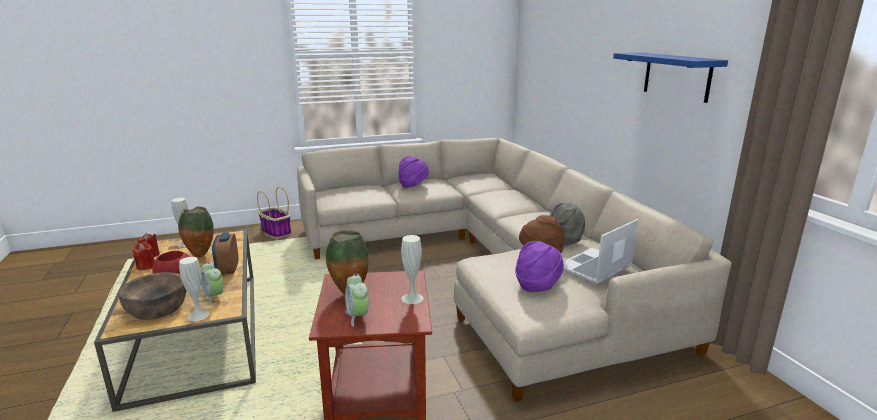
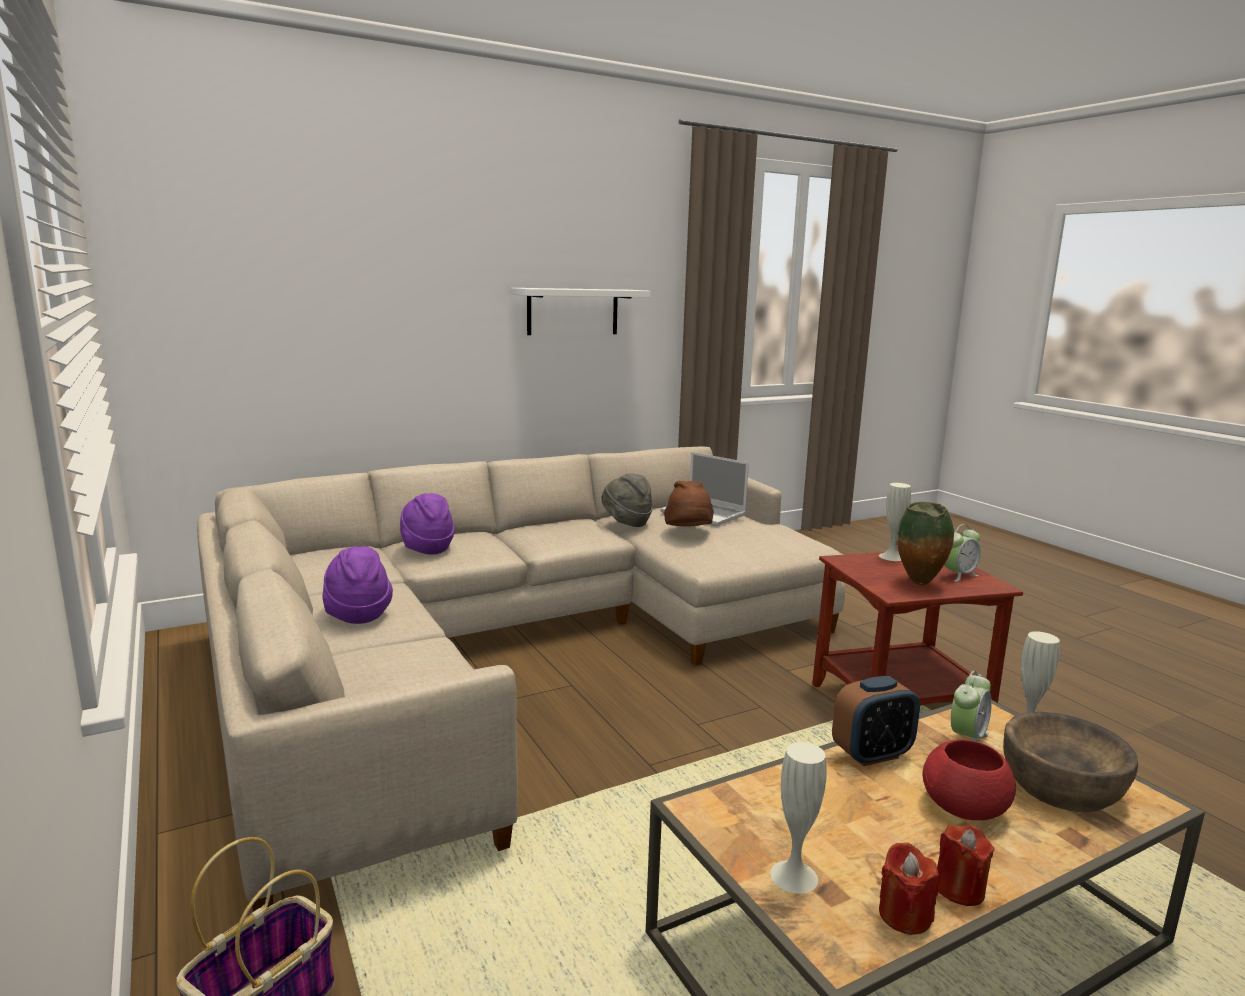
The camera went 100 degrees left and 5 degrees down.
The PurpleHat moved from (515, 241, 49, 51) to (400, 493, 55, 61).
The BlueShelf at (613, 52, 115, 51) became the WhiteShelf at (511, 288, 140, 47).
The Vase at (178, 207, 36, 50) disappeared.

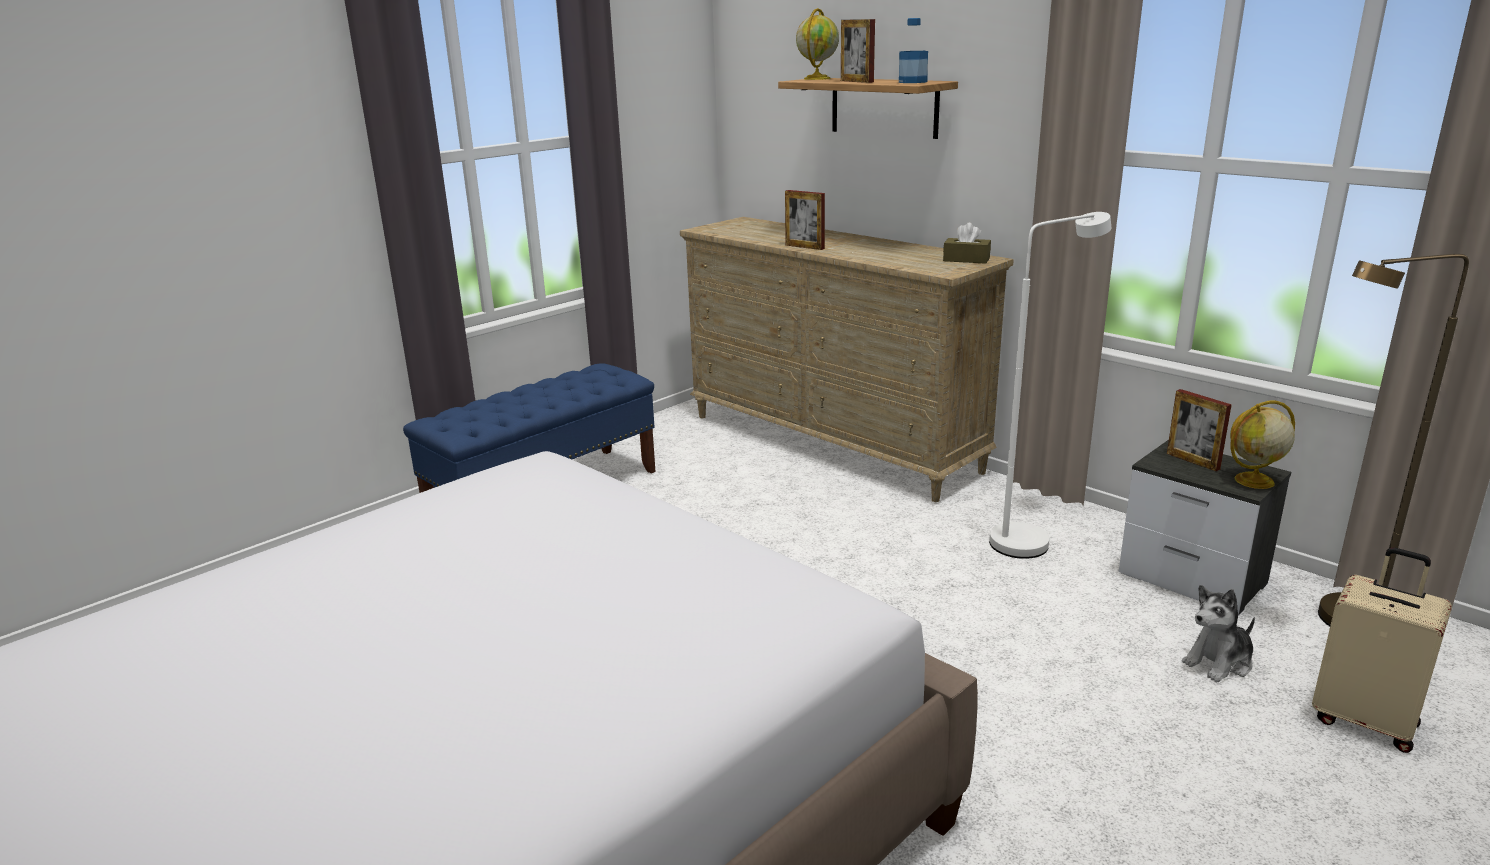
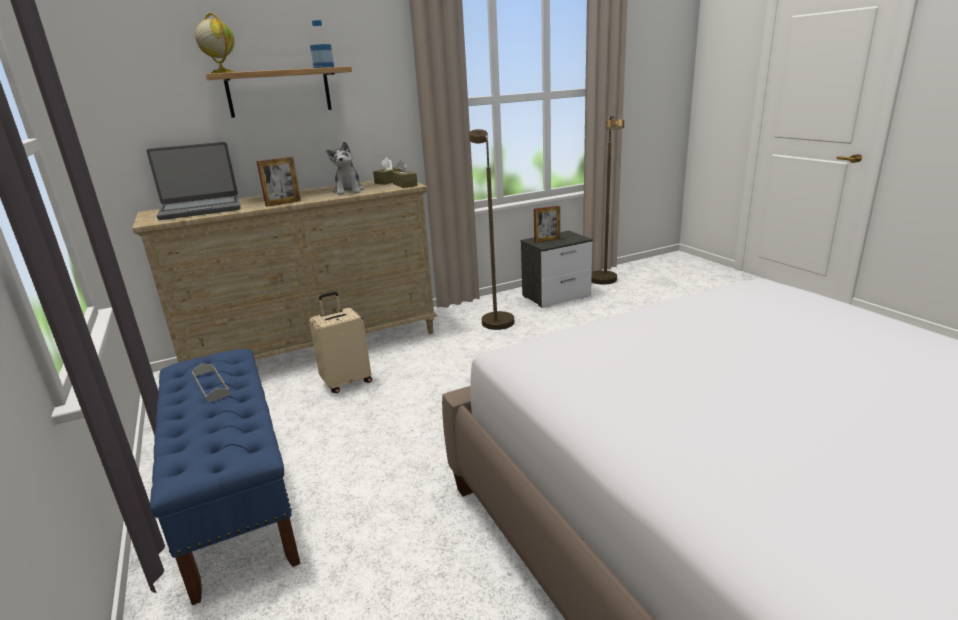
The camera went 70 degrees left and 0 degrees up.
The Laptop at (147, 142, 94, 78) appeared.
The GreyTray at (192, 364, 38, 39) appeared.
The BeigeSuitcase moved from (1312, 547, 140, 206) to (309, 292, 63, 101).
The PlushToy moved from (1182, 585, 73, 97) to (326, 141, 38, 54).
The BrownTissueBox at (392, 160, 26, 28) appeared.
The WhiteFloorLamp at (989, 212, 122, 347) became the BrownFloorLamp at (469, 129, 45, 201).
The PictureFrame at (841, 19, 34, 64) disappeared.
The Globe at (1230, 401, 65, 88) disappeared.

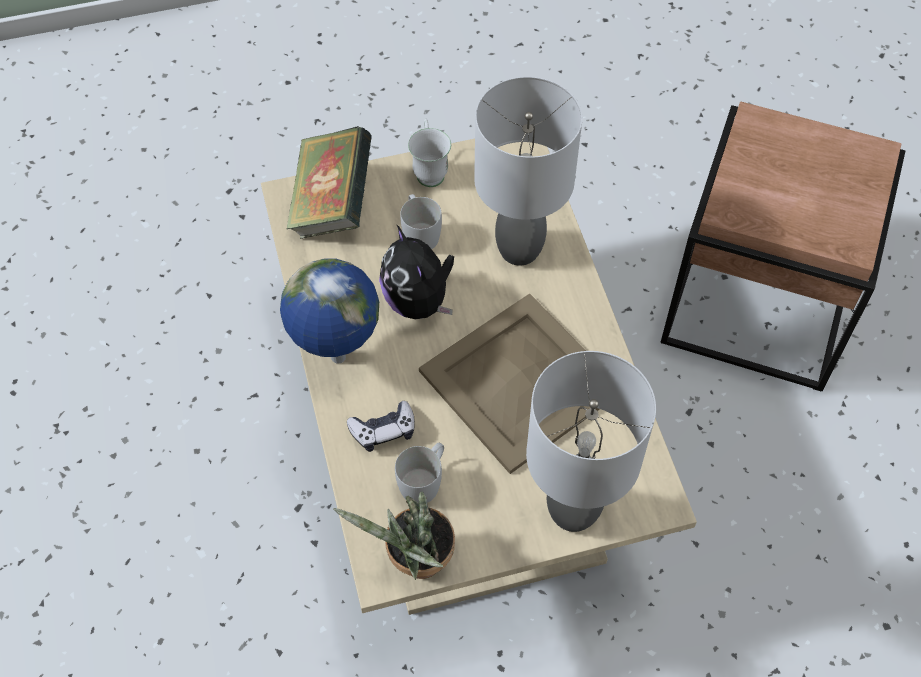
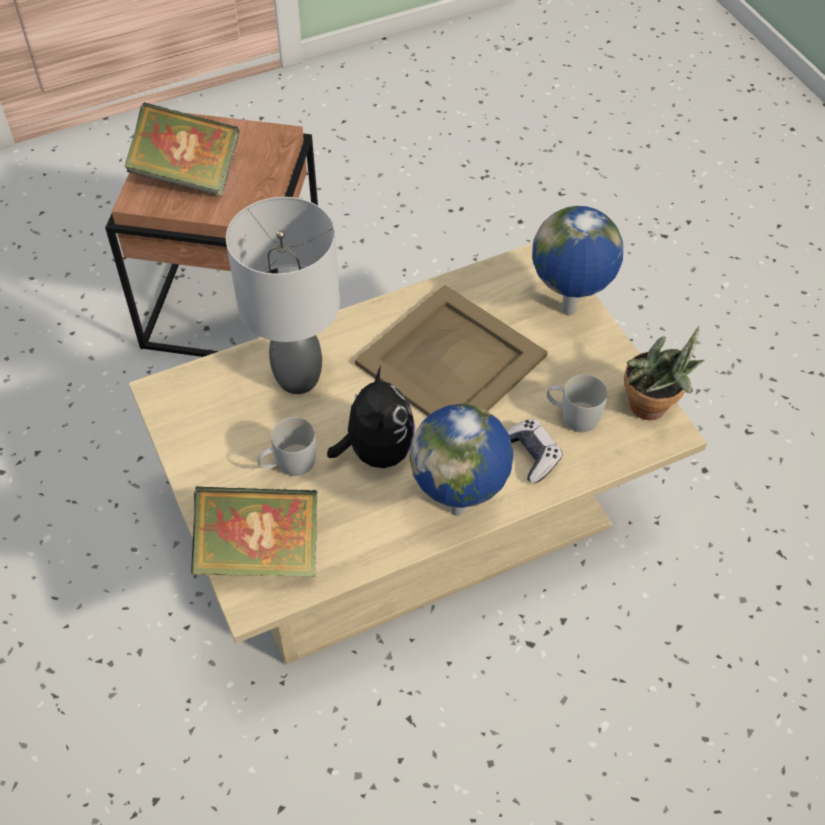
The camera went 100 degrees left and 5 degrees down.
The Book at (124, 102, 116, 95) appeared.
The PlushToy at (379, 224, 75, 95) turned 60 degrees counterclockwise.
The GreyTableLamp at (526, 351, 130, 181) was replaced by the Globe at (532, 206, 91, 109).
The WhiteMug at (408, 119, 43, 68) disappeared.

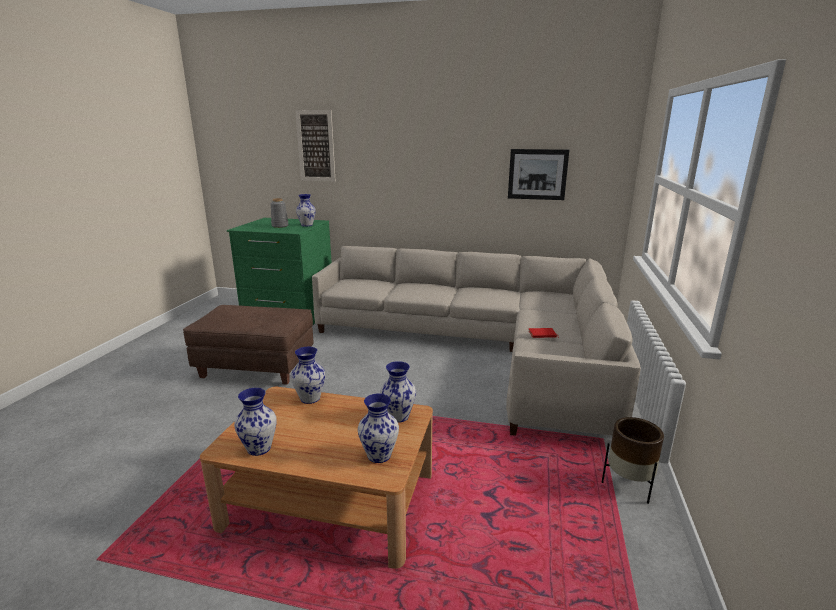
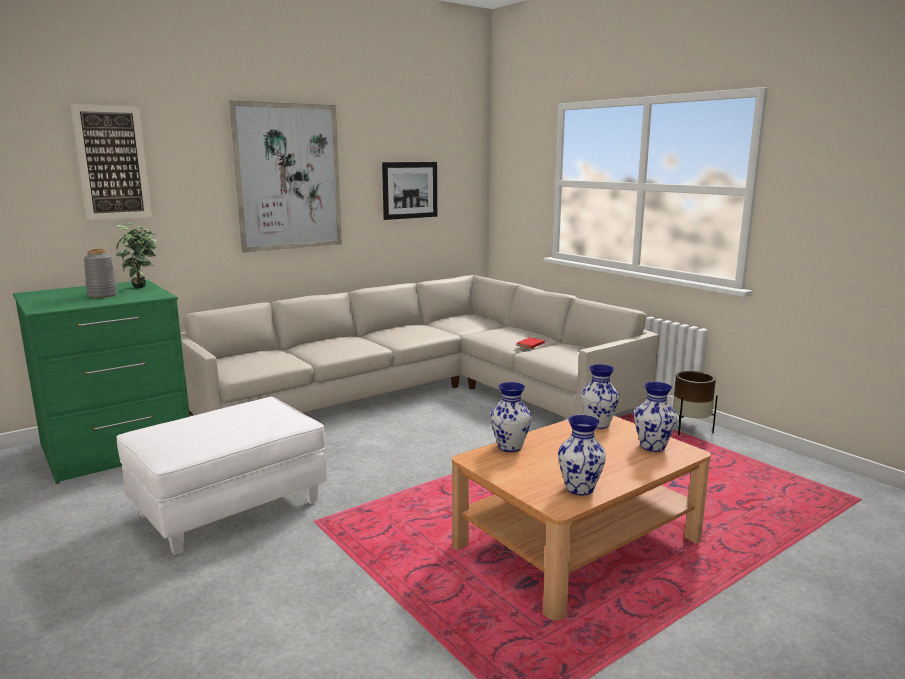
The camera went 50 degrees left and 5 degrees down.
The Vase at (296, 194, 20, 32) was replaced by the PottedPlant at (116, 223, 41, 65).
The BrownOttoman at (183, 305, 130, 80) became the WhiteOttoman at (116, 397, 211, 158).
The Picture at (229, 100, 113, 153) appeared.

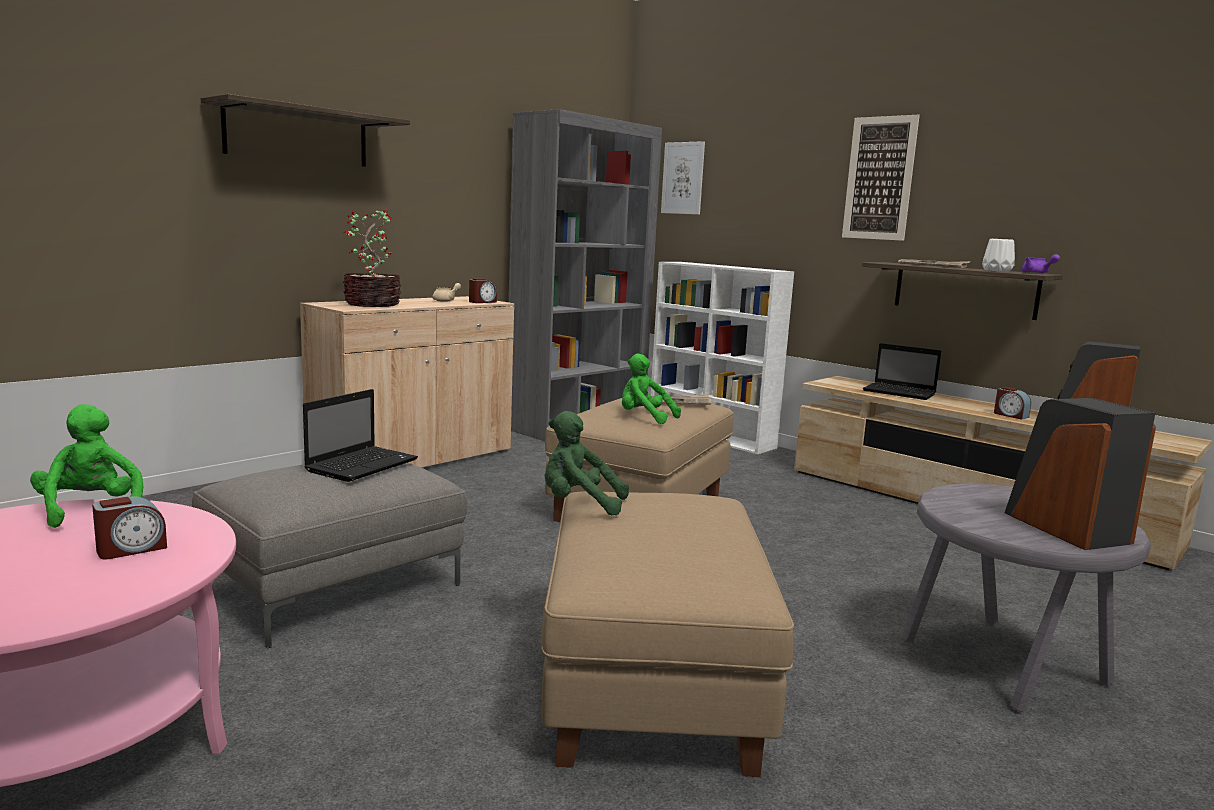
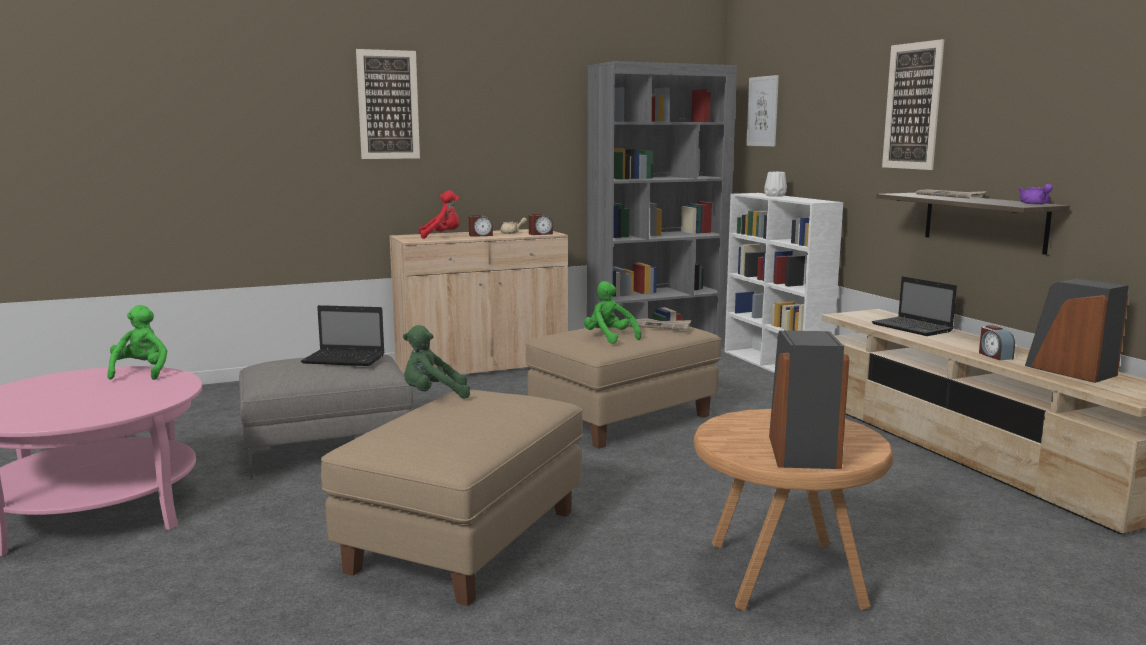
The camera went 25 degrees right and 0 degrees up.
The Laptop at (303, 389, 115, 93) turned 45 degrees clockwise.
The Shelf at (201, 94, 209, 73) was replaced by the Picture at (356, 49, 64, 110).
The GreenPlushToy at (545, 411, 84, 104) turned 45 degrees counterclockwise.
The PottedPlant at (343, 209, 58, 98) was replaced by the RedPlushToy at (419, 190, 41, 49).
The AlarmClock moved from (92, 496, 75, 63) to (469, 215, 24, 22).
The GreySideTable at (901, 484, 250, 228) became the BrownSideTable at (694, 409, 199, 202).
The WhiteVase moved from (982, 239, 33, 33) to (764, 172, 23, 25).

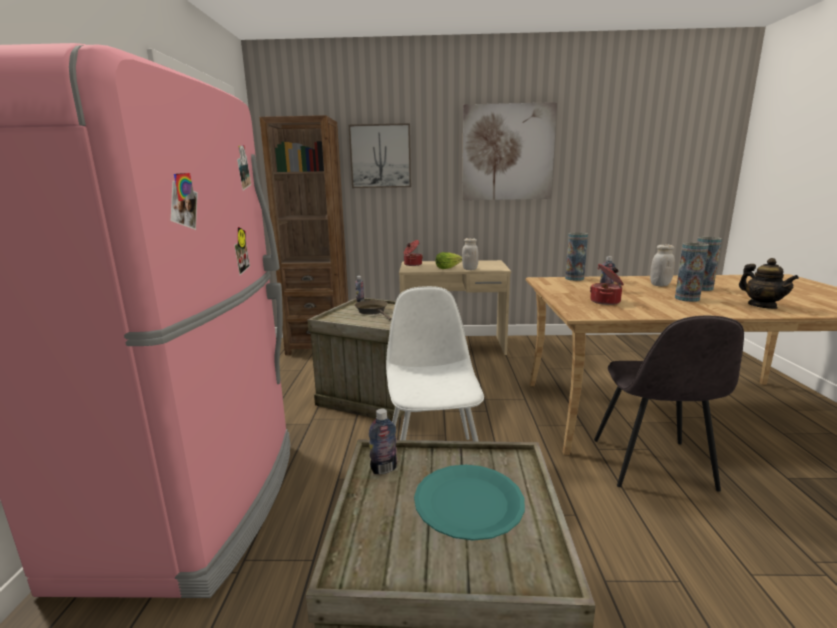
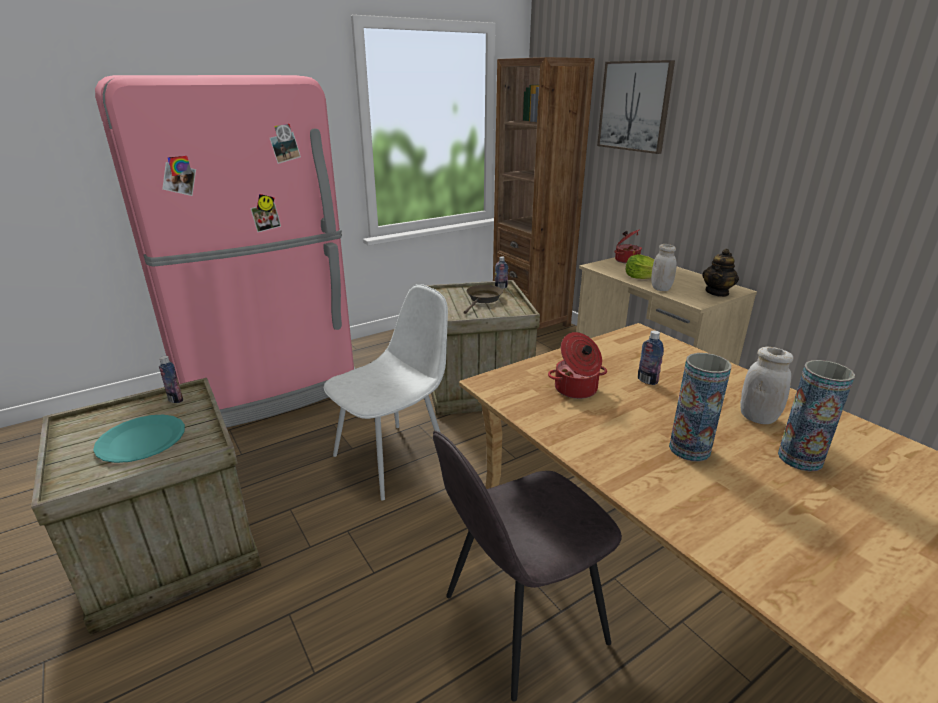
The camera went 55 degrees right and 10 degrees up.
The Teapot moved from (739, 258, 60, 51) to (702, 248, 37, 49).
The Picture at (462, 102, 95, 98) disappeared.
The Vase at (565, 233, 23, 48) disappeared.

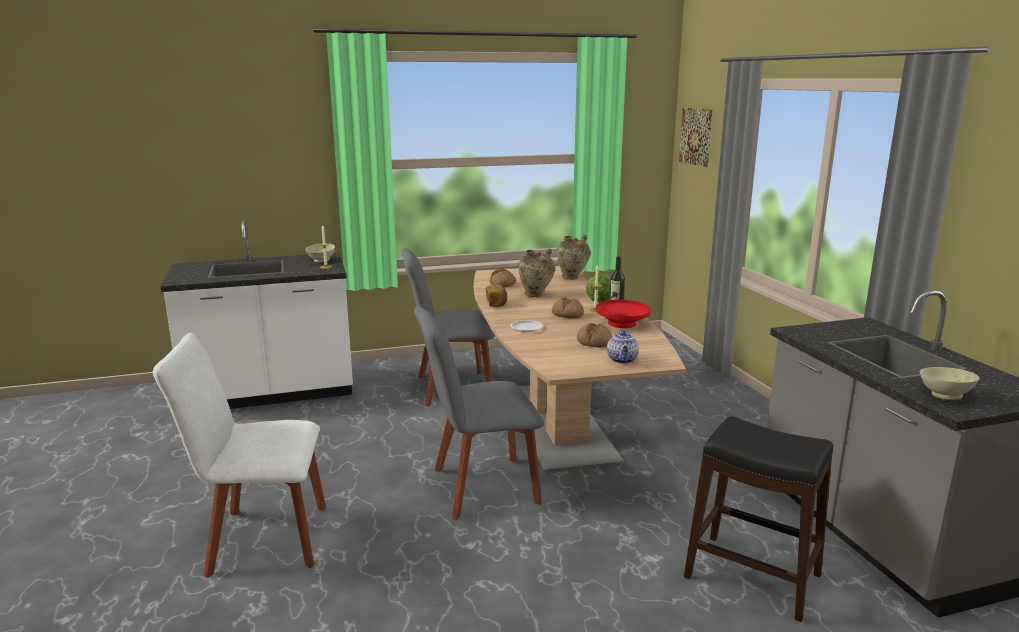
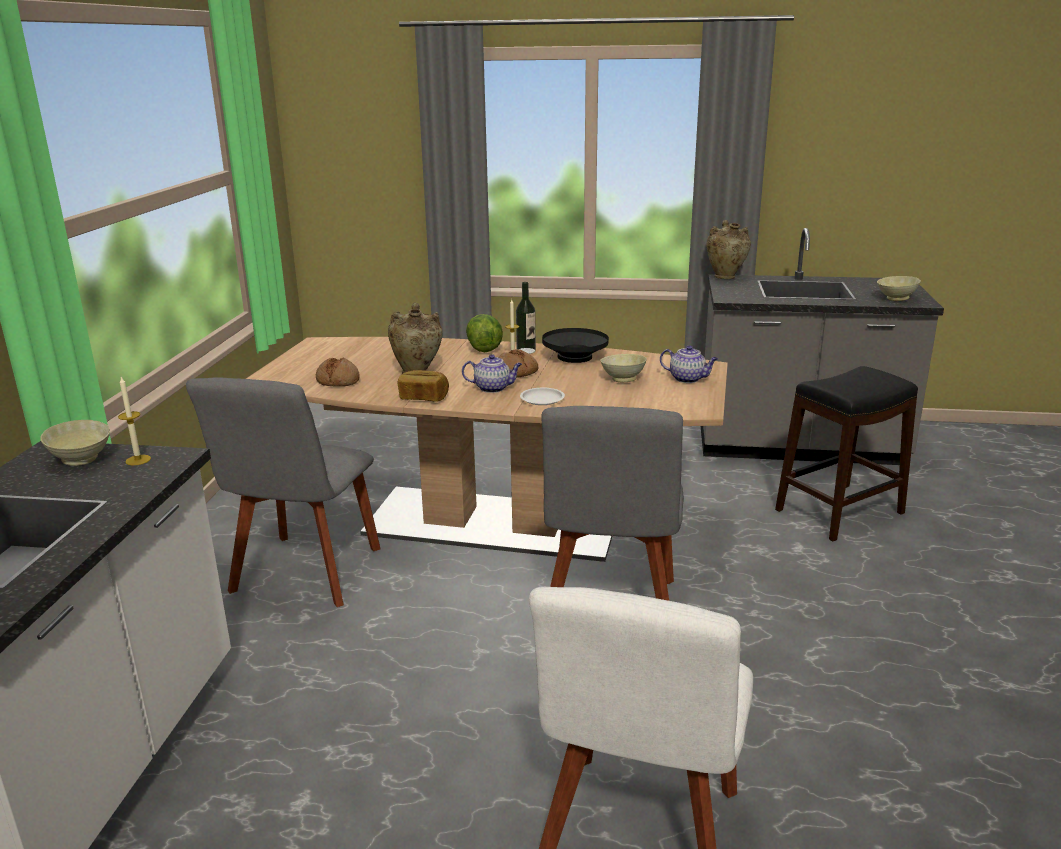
The camera went 65 degrees left and 5 degrees up.
The Teapot at (462, 354, 60, 39) appeared.
The RedBowl at (596, 299, 55, 29) became the BlackBowl at (542, 328, 67, 35).
The Bread at (577, 323, 35, 25) was replaced by the BeigeBowl at (600, 354, 47, 28).
The BeigeVase moved from (556, 235, 35, 45) to (707, 220, 44, 59).
The Picture at (679, 108, 33, 59) disappeared.

